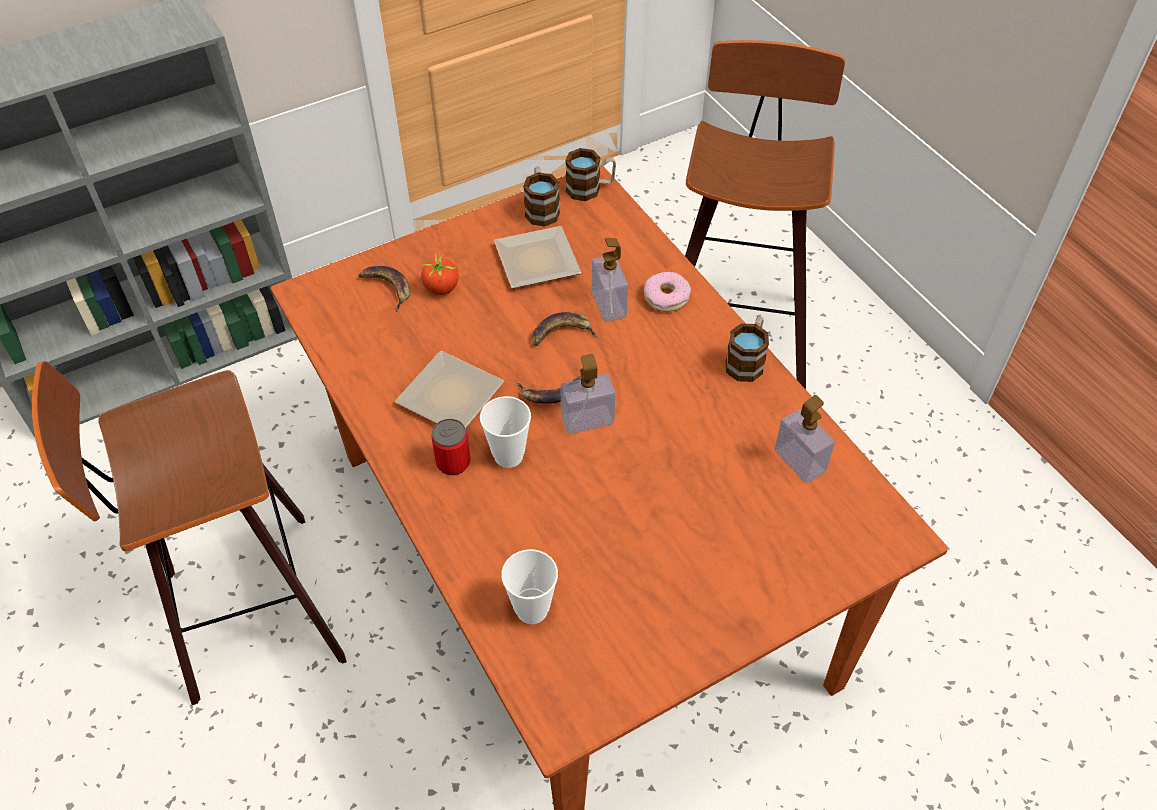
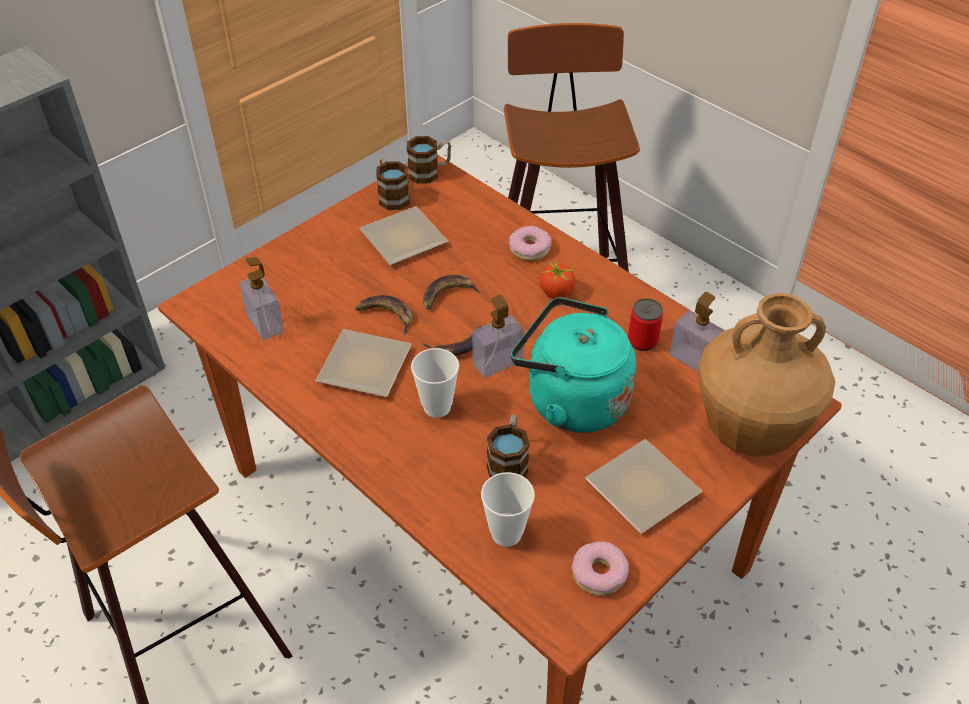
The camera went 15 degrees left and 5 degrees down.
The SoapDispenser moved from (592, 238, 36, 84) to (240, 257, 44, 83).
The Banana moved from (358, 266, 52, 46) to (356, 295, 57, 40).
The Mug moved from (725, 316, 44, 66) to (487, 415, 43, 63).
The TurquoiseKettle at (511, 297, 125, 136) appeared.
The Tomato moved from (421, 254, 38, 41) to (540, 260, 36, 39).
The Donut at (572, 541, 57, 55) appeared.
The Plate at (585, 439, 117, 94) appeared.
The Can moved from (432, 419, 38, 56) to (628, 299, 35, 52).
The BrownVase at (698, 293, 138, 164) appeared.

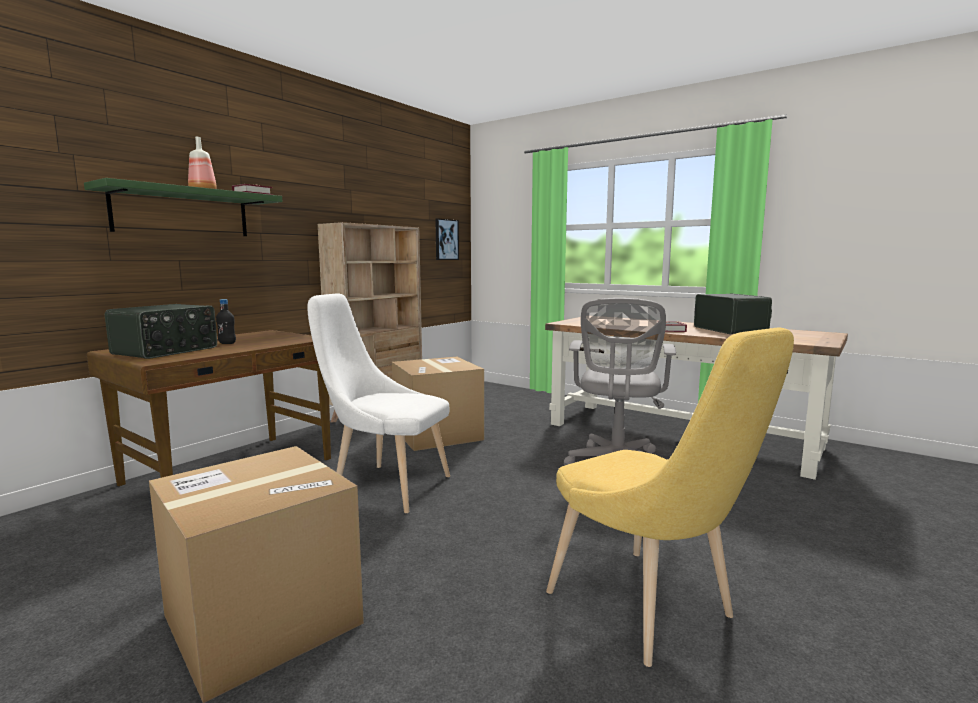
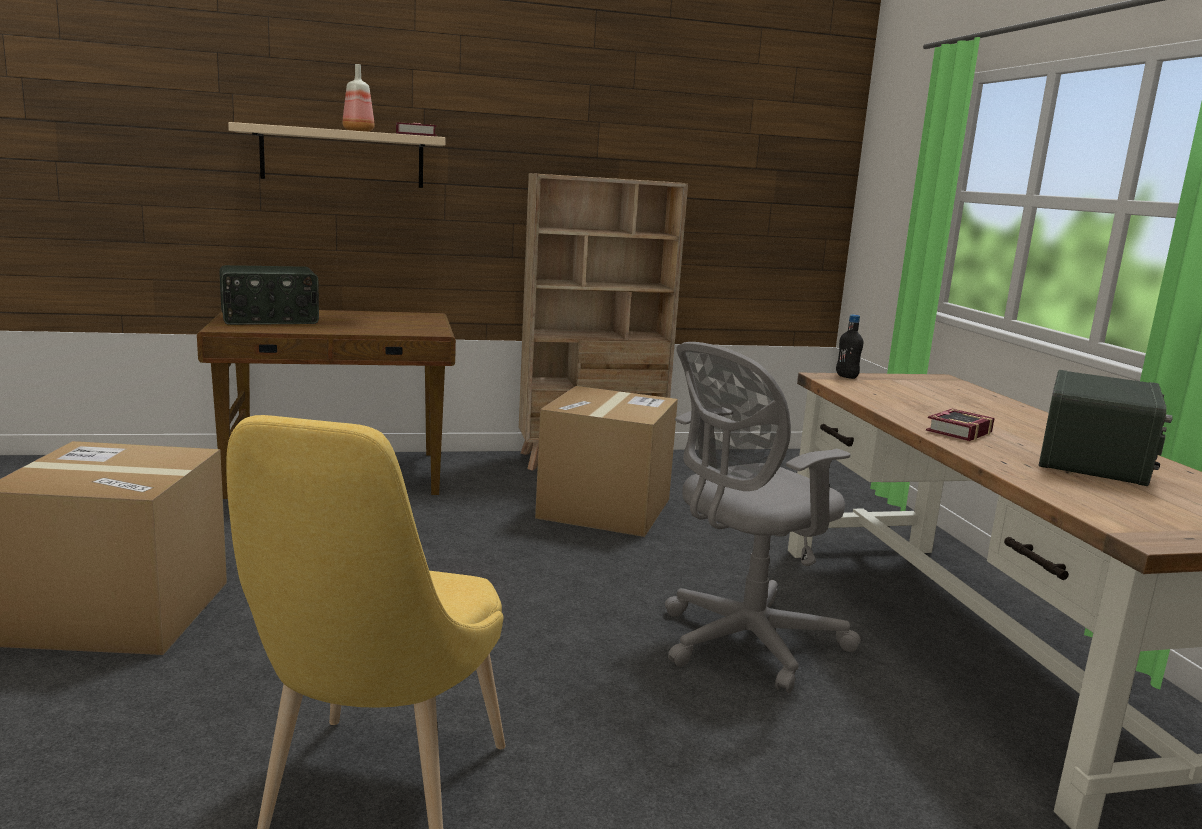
The camera went 40 degrees right and 5 degrees up.
The GreenShelf at (84, 178, 199, 58) became the BeigeShelf at (228, 122, 217, 66).
The BlackBottle moved from (216, 299, 20, 45) to (836, 315, 27, 64).
The WhiteChair at (307, 293, 143, 221) disappeared.
The Picture at (435, 218, 24, 42) disappeared.

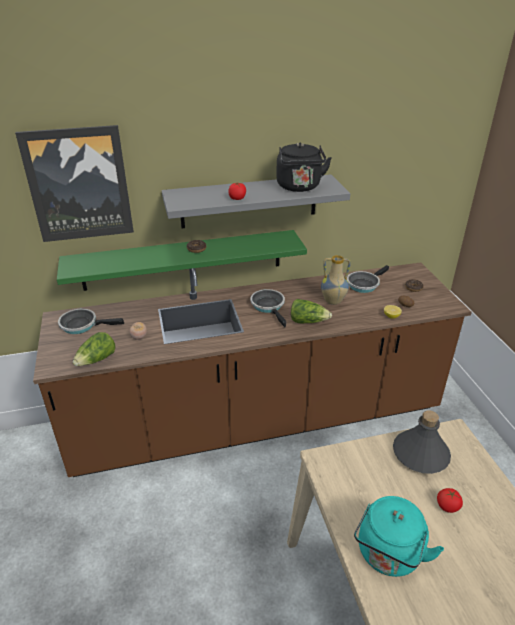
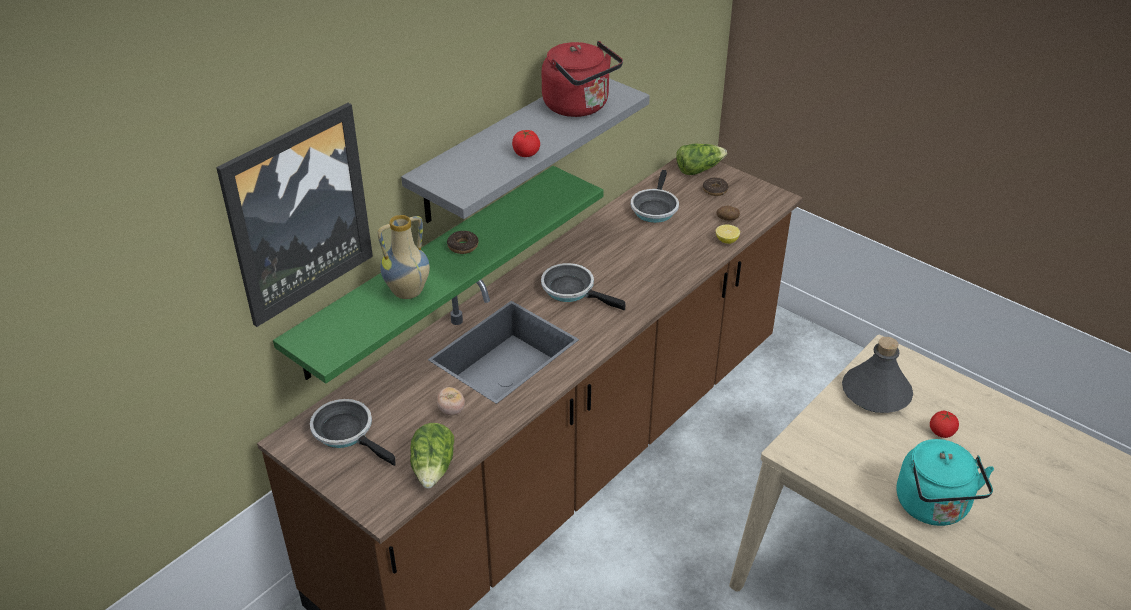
The camera went 35 degrees left and 5 degrees up.
The FryingPan at (58, 309, 66, 25) turned 75 degrees clockwise.
The Vase moved from (321, 255, 30, 50) to (377, 215, 53, 84).
The BlackKettle at (276, 143, 56, 49) became the RedKettle at (542, 41, 81, 76).
The Lettuce moved from (291, 299, 41, 24) to (676, 143, 51, 32).

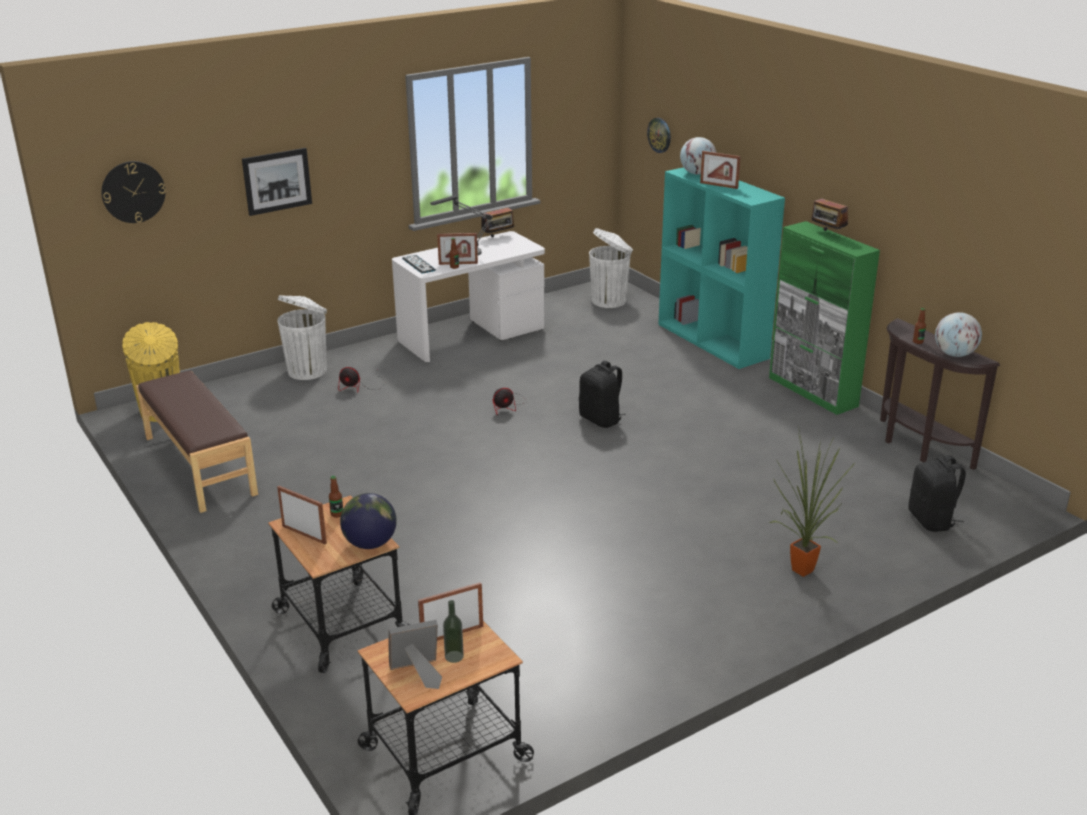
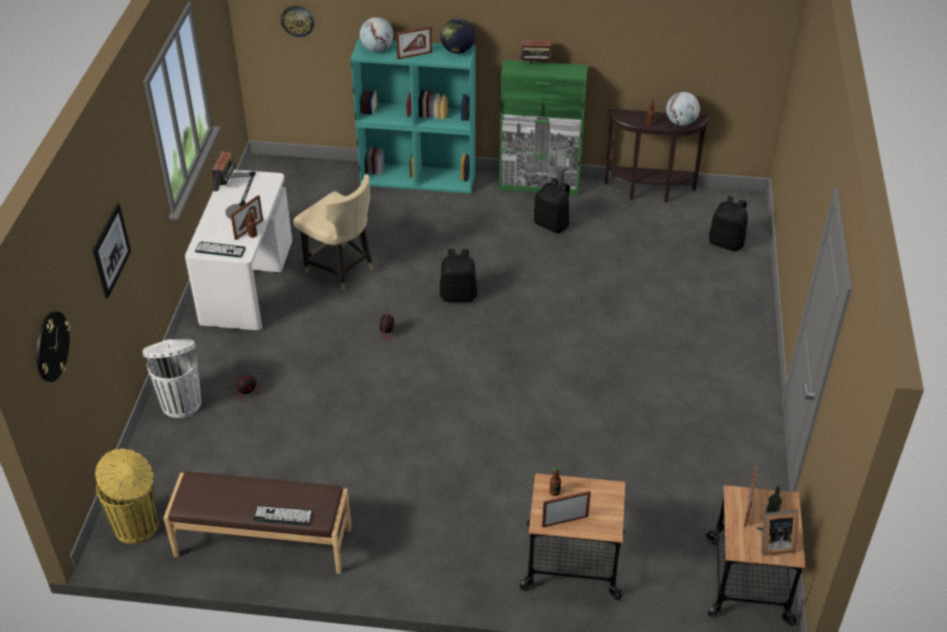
The camera went 50 degrees left and 15 degrees up.
The Keyboard at (253, 506, 60, 20) appeared.
The BeigeChair at (293, 175, 81, 115) appeared.
The Globe moved from (340, 493, 57, 56) to (441, 19, 34, 35).
The BlackBackpack at (534, 178, 36, 55) appeared.
The PictureFrame at (389, 620, 53, 69) turned 120 degrees counterclockwise.
The WhiteTrashCan at (589, 228, 44, 80) disappeared.
The PottedPlant at (770, 431, 85, 146) disappeared.

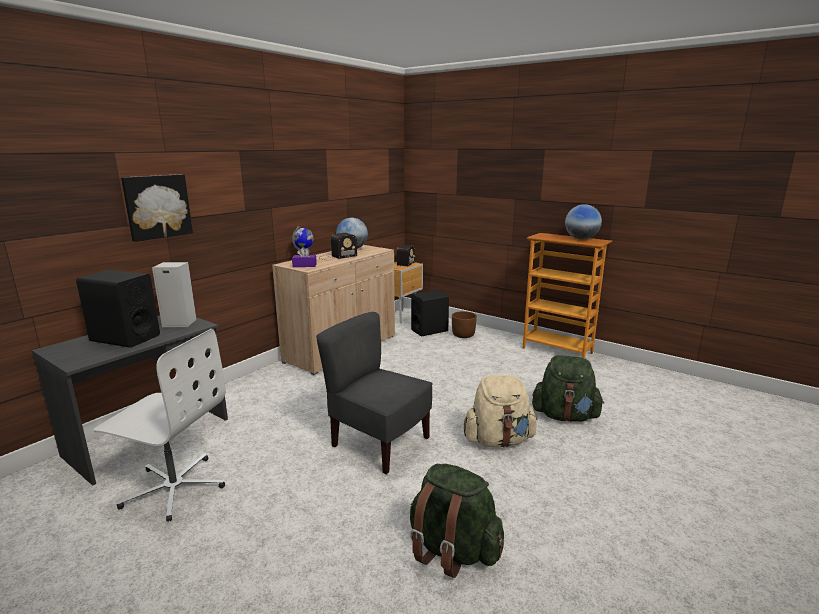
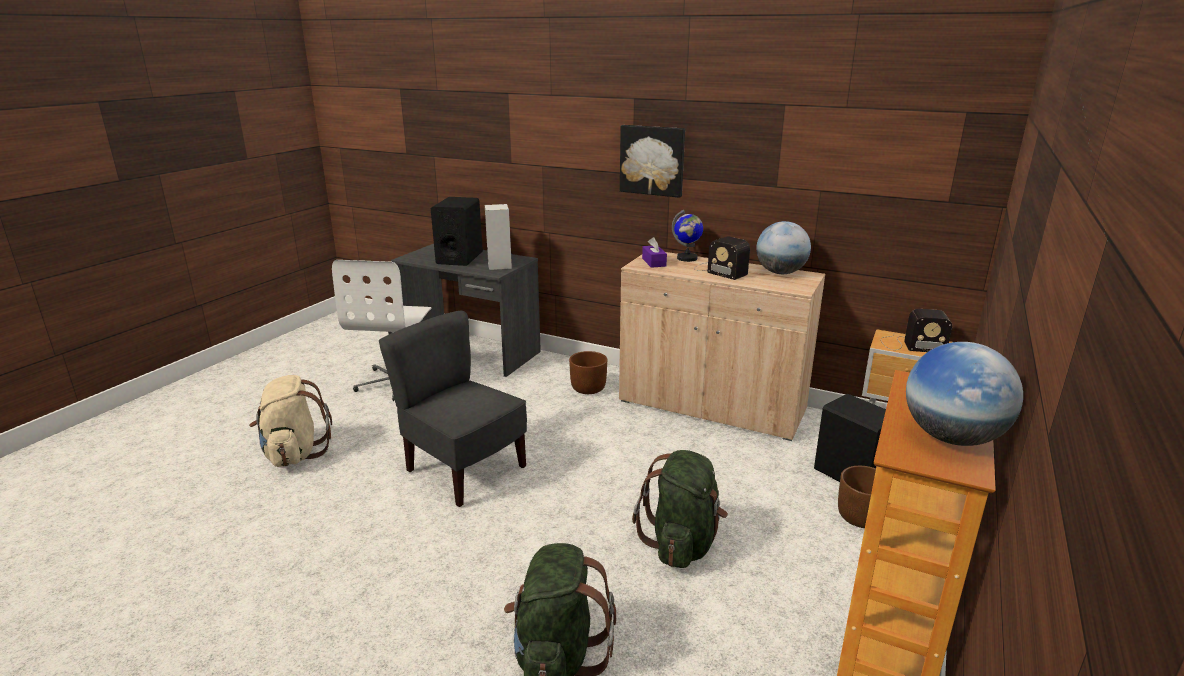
The camera went 80 degrees right and 5 degrees up.
The BeigeBackpack moved from (463, 375, 74, 73) to (249, 375, 83, 92).
The GreyChair at (316, 312, 117, 162) turned 75 degrees counterclockwise.
The BrownPlanter at (569, 351, 38, 43) appeared.
The Picture moved from (121, 174, 72, 68) to (620, 125, 65, 73).
The GreenBackpack moved from (410, 464, 94, 114) to (632, 450, 96, 118).

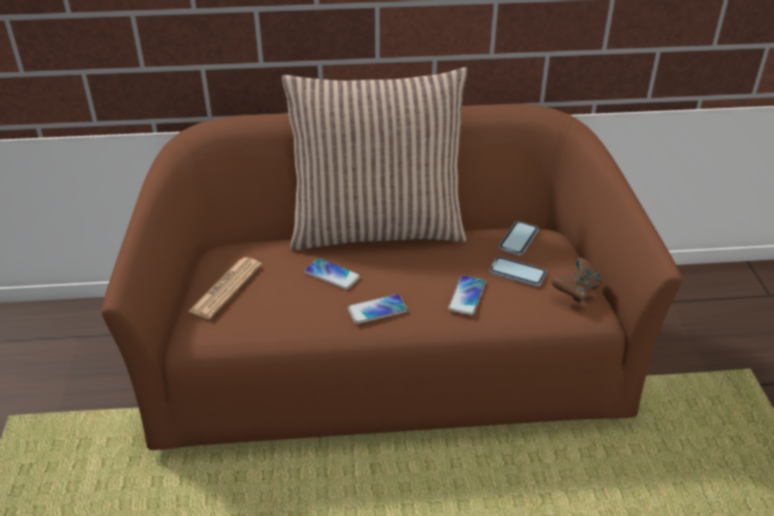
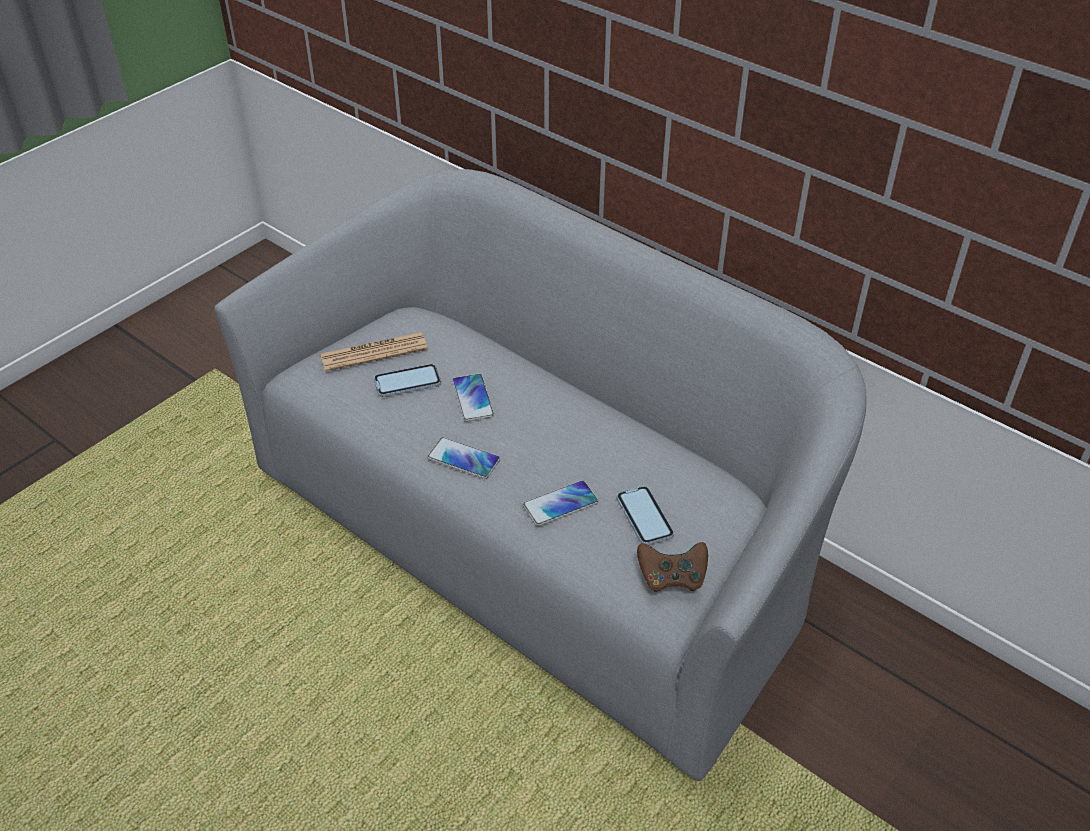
The camera went 45 degrees right and 5 degrees up.
The BrownSofa at (101, 104, 581, 347) became the GreySofa at (214, 169, 653, 612).
The Phone moved from (499, 221, 40, 34) to (374, 364, 67, 33).
The Pillow at (282, 67, 186, 184) disappeared.

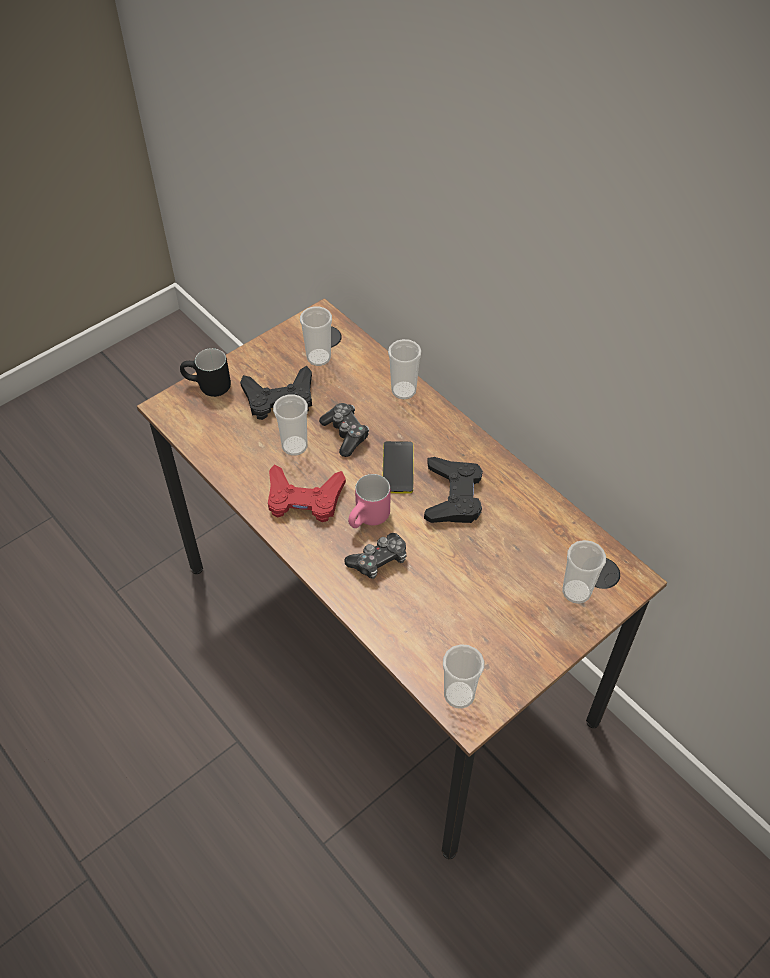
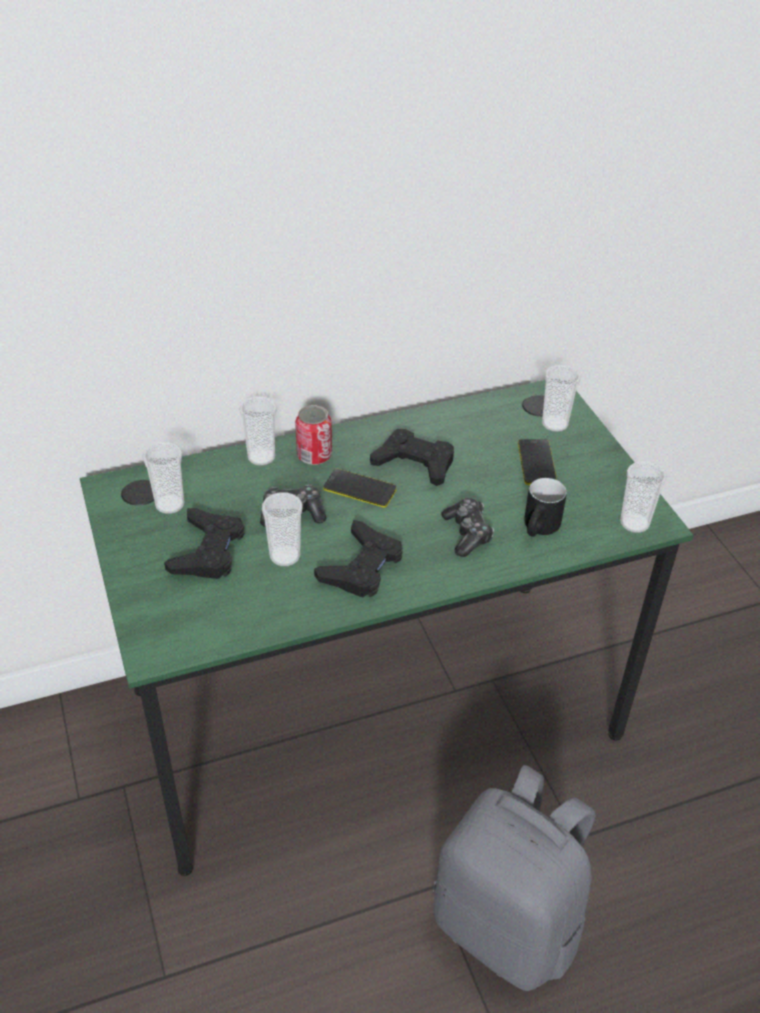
The camera went 70 degrees left and 10 degrees down.
The BrownDesk at (137, 298, 531, 562) became the GreenDesk at (80, 380, 614, 496).
The Can at (295, 405, 37, 60) appeared.
The RedGameController at (268, 464, 78, 58) became the BlackGameController at (314, 520, 89, 78).
The GreyBackpack at (433, 765, 163, 226) appeared.
The Phone at (518, 439, 39, 46) appeared.
The BlackMug moved from (180, 348, 51, 49) to (524, 478, 43, 59).
The PinkMug at (348, 474, 42, 54) disappeared.

